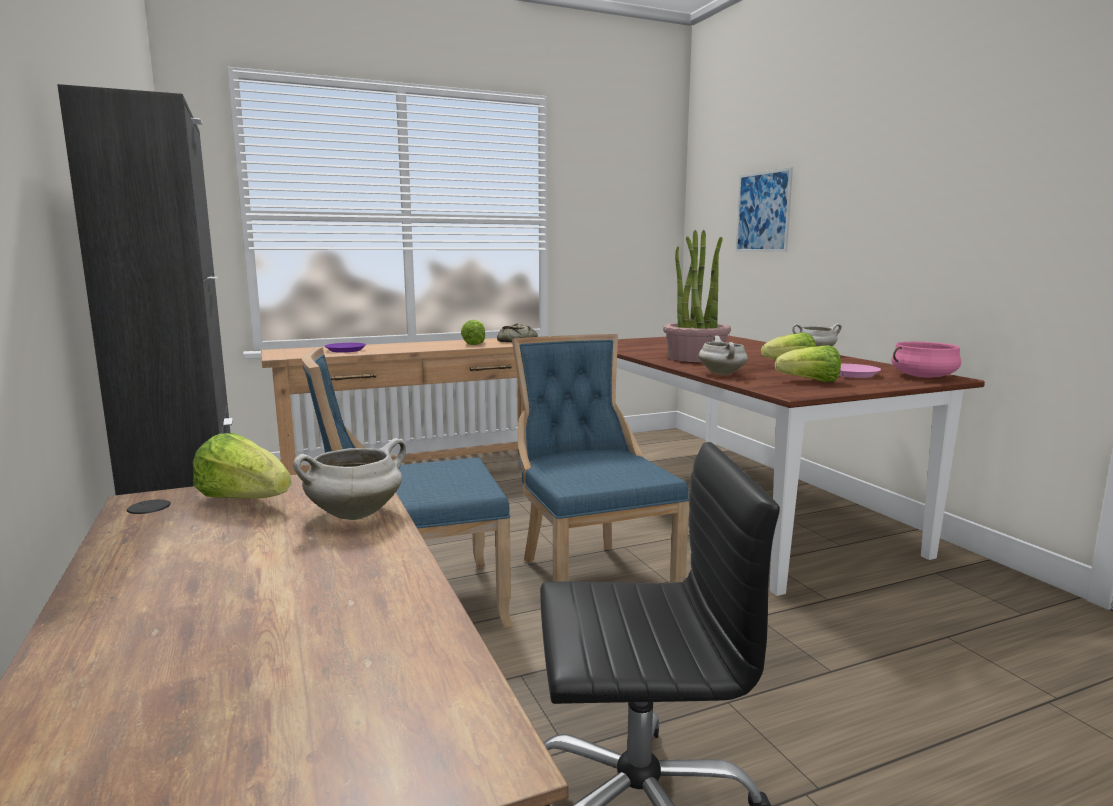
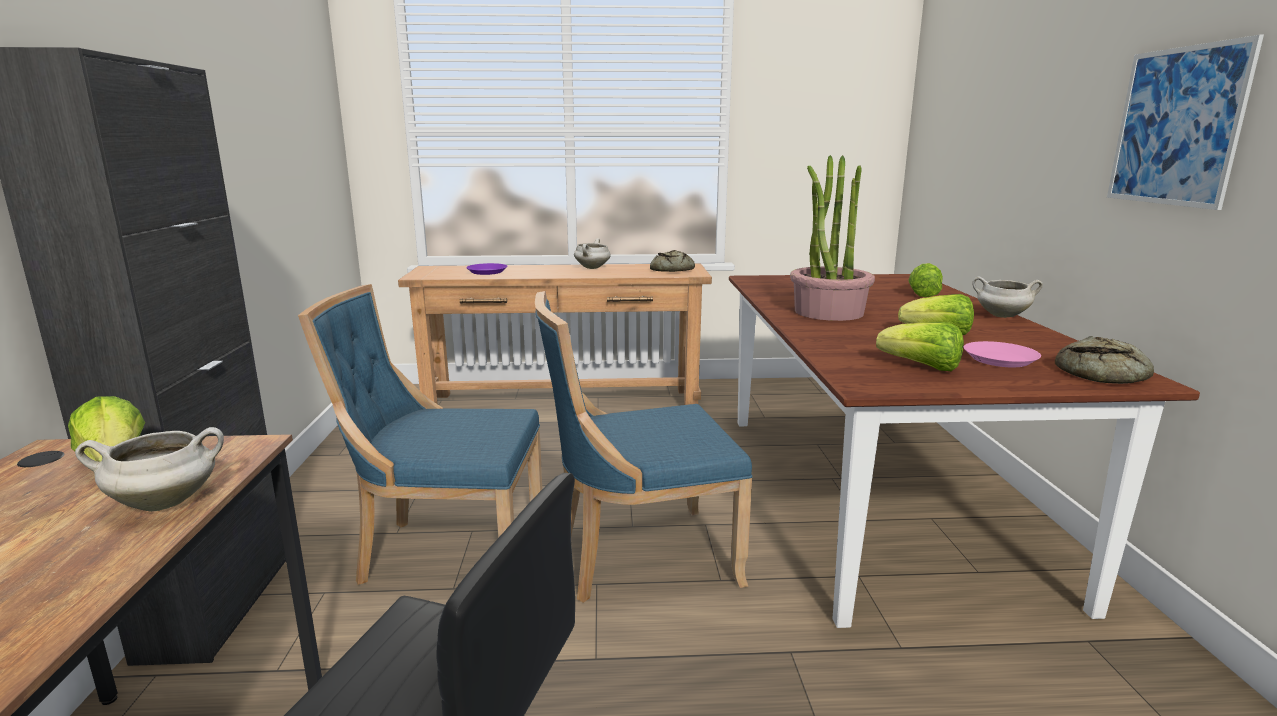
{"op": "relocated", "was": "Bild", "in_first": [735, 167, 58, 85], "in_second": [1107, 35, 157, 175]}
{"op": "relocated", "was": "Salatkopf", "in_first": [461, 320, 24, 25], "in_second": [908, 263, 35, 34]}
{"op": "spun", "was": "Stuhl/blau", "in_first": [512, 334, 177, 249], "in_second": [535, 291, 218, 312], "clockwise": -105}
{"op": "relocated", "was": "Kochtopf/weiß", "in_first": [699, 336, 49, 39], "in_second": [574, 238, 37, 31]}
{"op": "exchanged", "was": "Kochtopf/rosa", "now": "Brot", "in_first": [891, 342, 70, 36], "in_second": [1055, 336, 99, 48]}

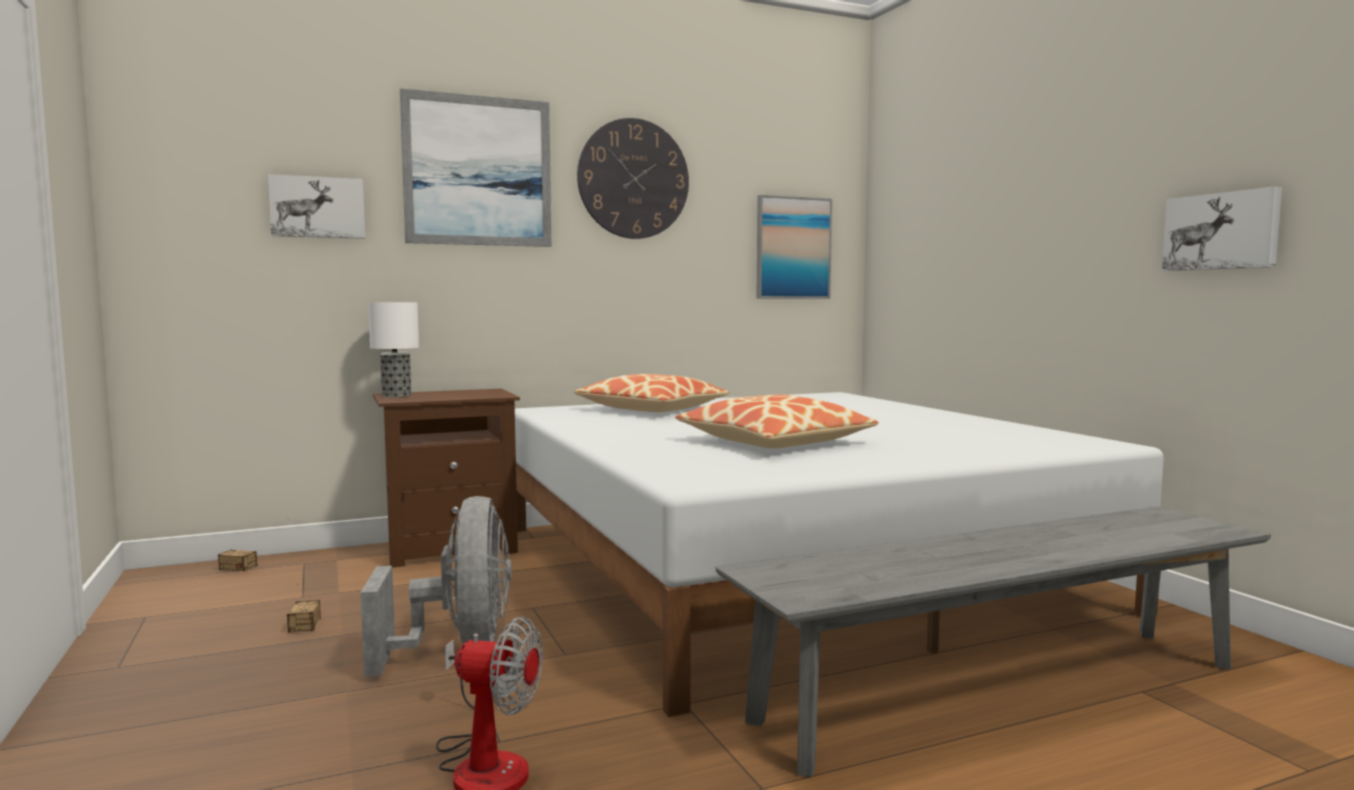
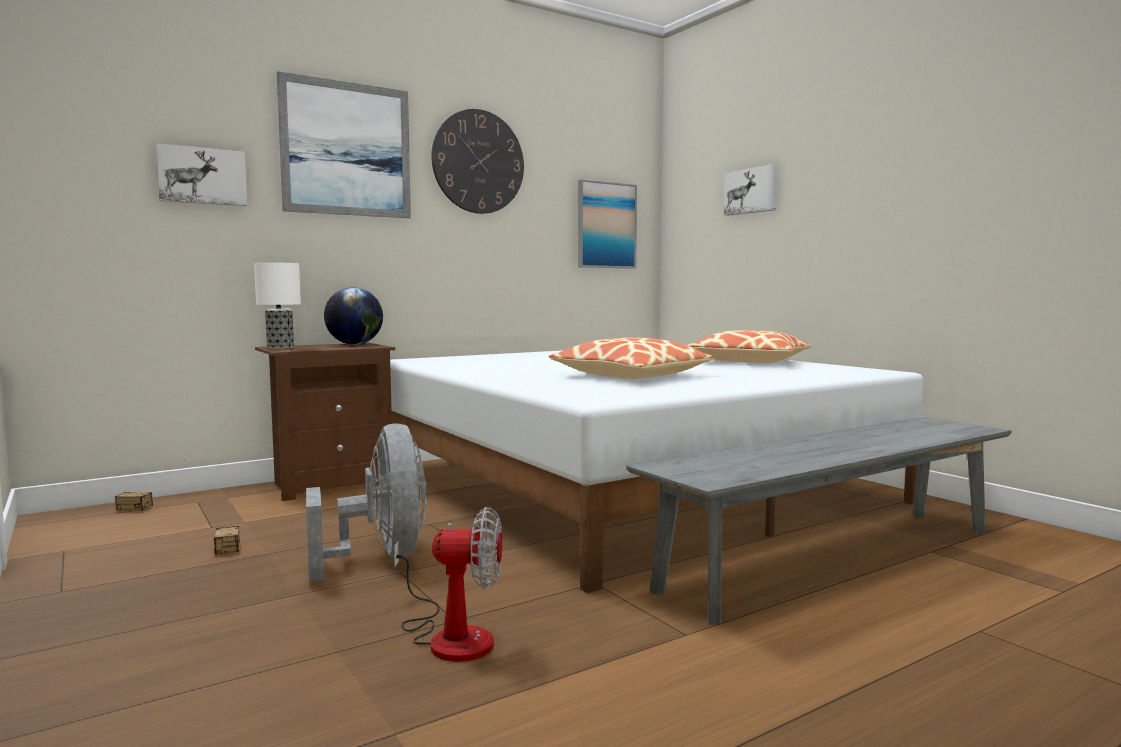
{"op": "relocated", "was": "Bild", "in_first": [1162, 186, 120, 85], "in_second": [724, 164, 54, 52]}
{"op": "relocated", "was": "Kissen", "in_first": [574, 374, 156, 38], "in_second": [687, 330, 125, 33]}
{"op": "appeared", "now": "Globus", "in_second": [324, 287, 59, 58]}

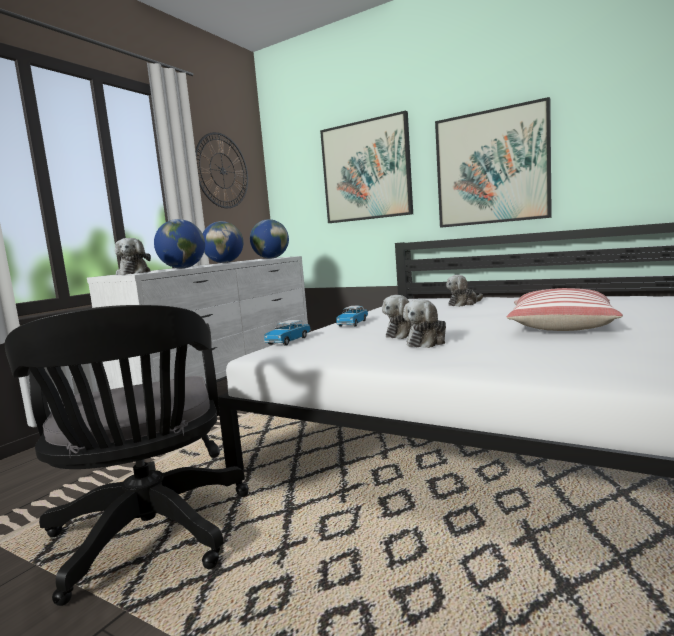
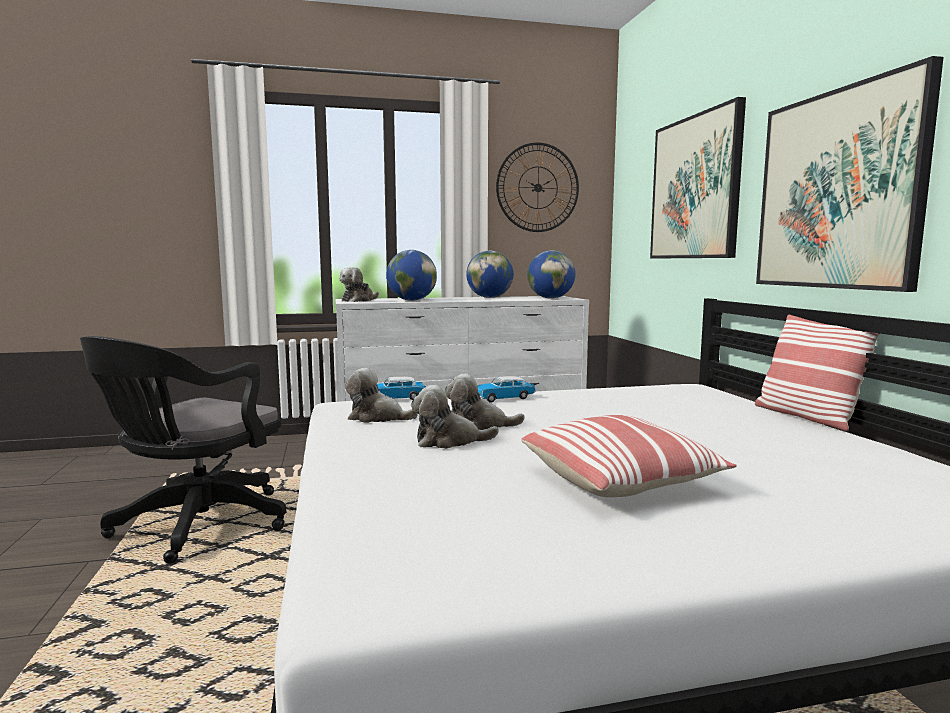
{"op": "relocated", "was": "Plüschtier", "in_first": [446, 275, 37, 32], "in_second": [346, 368, 72, 55]}
{"op": "appeared", "now": "Kissen", "in_second": [755, 314, 125, 117]}

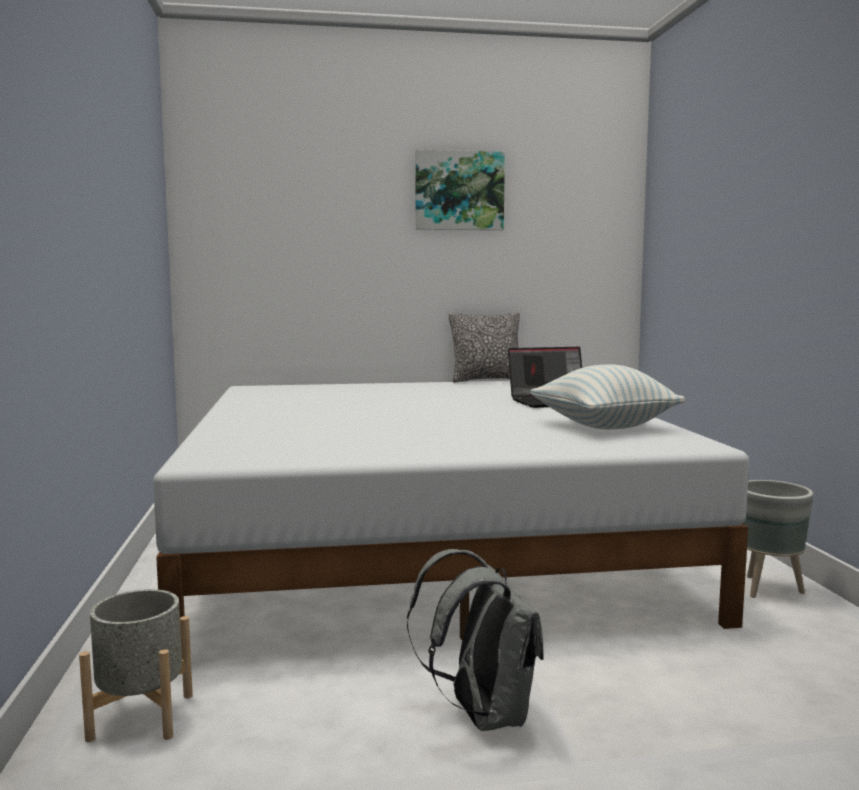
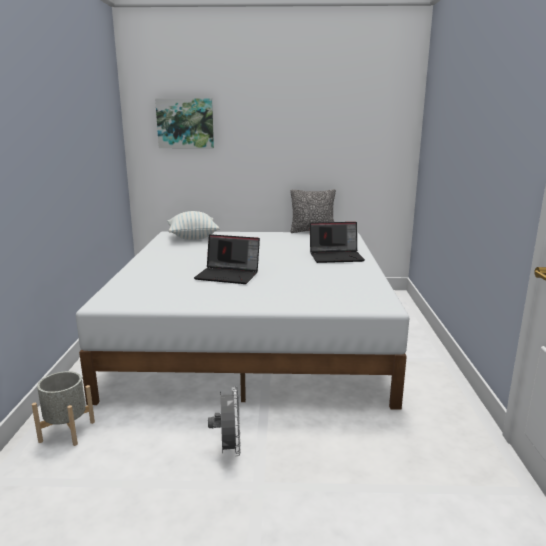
{"op": "relocated", "was": "Bild", "in_first": [415, 149, 90, 81], "in_second": [155, 98, 59, 50]}
{"op": "relocated", "was": "Kissen", "in_first": [530, 365, 155, 64], "in_second": [167, 211, 52, 29]}
{"op": "missing", "was": "Pflanzkübel/grau", "in_first": [742, 480, 71, 118]}
{"op": "exchanged", "was": "Rucksack/grau", "now": "Ventilator/grau", "in_first": [407, 549, 137, 182], "in_second": [208, 386, 33, 70]}
{"op": "appeared", "now": "Laptop", "in_second": [194, 234, 66, 50]}

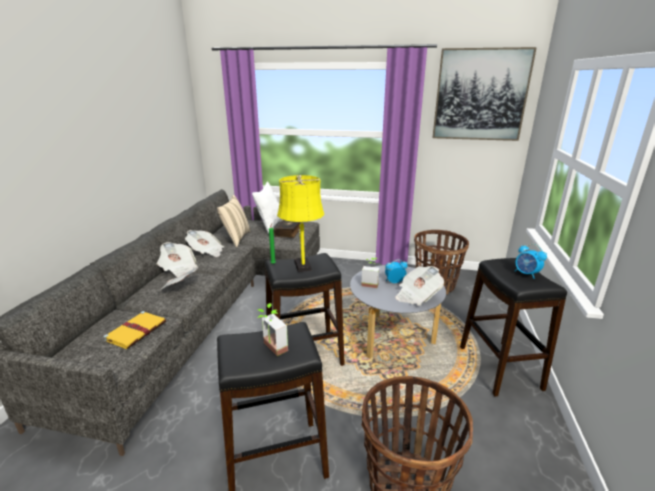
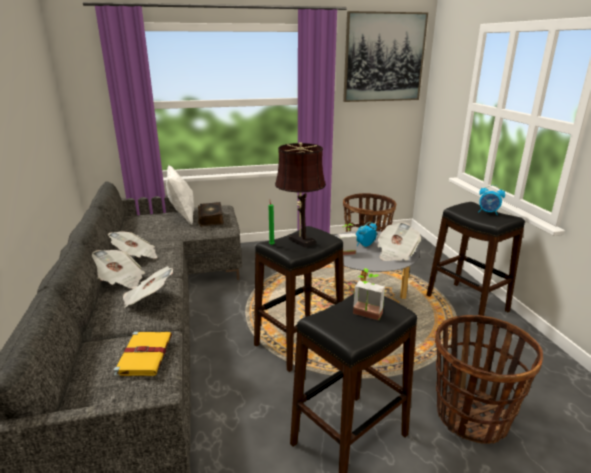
{"op": "colour", "was": "Tischlampe/gelb", "now": "Tischlampe/braun", "in_first": [277, 175, 47, 97], "in_second": [275, 142, 51, 106]}
{"op": "missing", "was": "Kissen/beige", "in_first": [217, 195, 33, 52]}

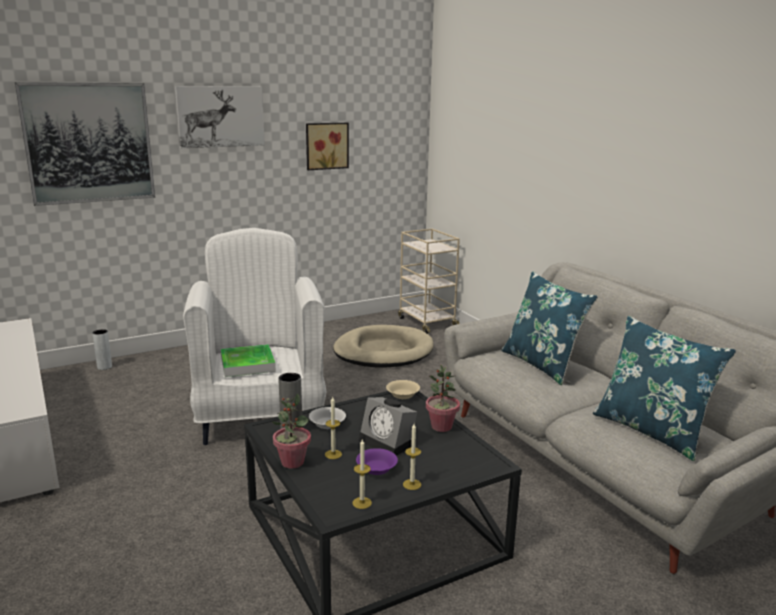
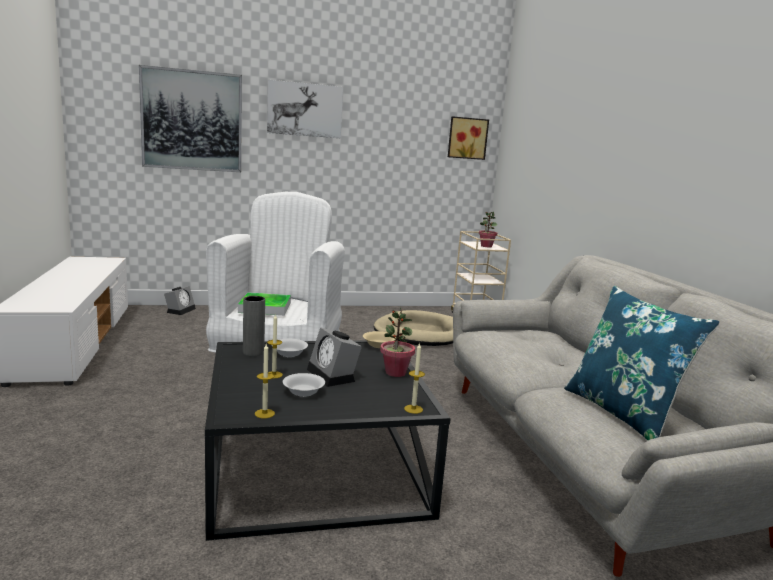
{"op": "relocated", "was": "Bild", "in_first": [306, 123, 43, 47], "in_second": [448, 116, 41, 44]}
{"op": "missing", "was": "Kissen/blau", "in_first": [501, 271, 97, 114]}
{"op": "exchanged", "was": "Vase/grau", "now": "Wecker", "in_first": [92, 329, 20, 41], "in_second": [164, 286, 32, 29]}
{"op": "relocated", "was": "Topfpflanze", "in_first": [272, 394, 39, 75], "in_second": [479, 212, 19, 35]}
{"op": "relocated", "was": "Kerze", "in_first": [403, 424, 18, 66], "in_second": [404, 343, 21, 71]}
{"op": "colour", "was": "Schüssel/lila", "now": "Schüssel/weiß", "in_first": [356, 448, 42, 27], "in_second": [283, 373, 42, 24]}

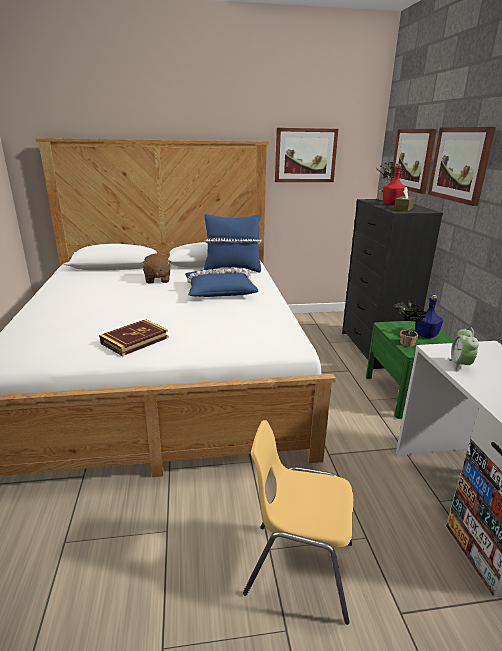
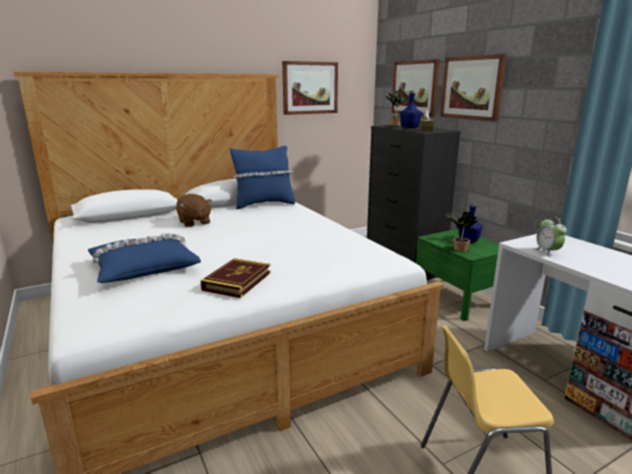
{"op": "colour", "was": "Flasche/rot", "now": "Flasche/blau", "in_first": [383, 164, 23, 41], "in_second": [400, 90, 22, 38]}
{"op": "relocated", "was": "Kissen/blau", "in_first": [185, 268, 73, 29], "in_second": [88, 233, 113, 50]}

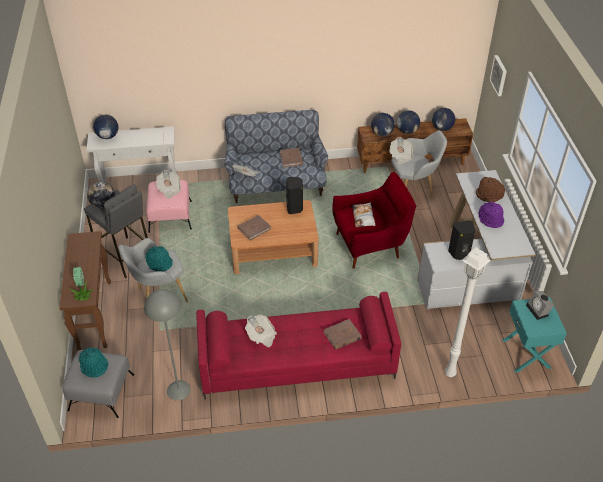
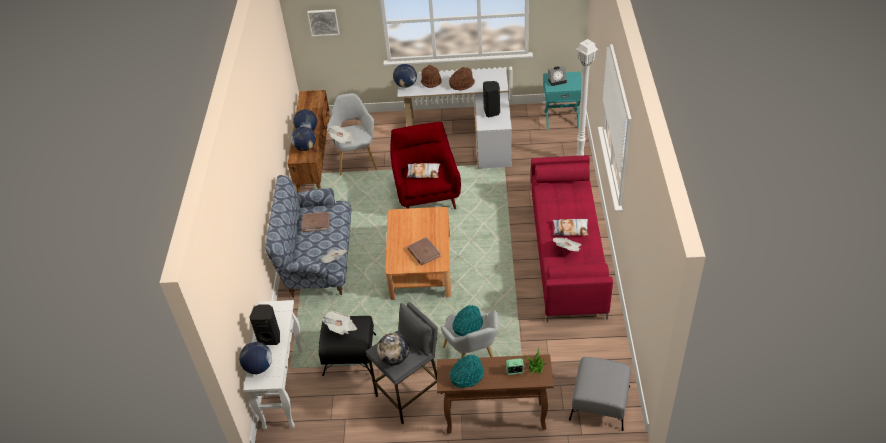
{"op": "relocated", "was": "Globus", "in_first": [432, 108, 23, 23], "in_second": [393, 64, 24, 24]}
{"op": "relocated", "was": "Lautsprecher/schwarz", "in_first": [286, 177, 17, 37], "in_second": [249, 304, 31, 41]}
{"op": "colour", "was": "Polsterhocker/rosa", "now": "Polsterhocker/schwarz", "in_first": [146, 180, 46, 53], "in_second": [318, 316, 58, 60]}
{"op": "colour", "was": "Hut/lila", "now": "Hut/braun", "in_first": [479, 202, 25, 26], "in_second": [449, 67, 26, 23]}
{"op": "missing", "was": "Stehlampe/grau", "in_first": [144, 289, 47, 111]}
{"op": "missing", "was": "Buch/braun", "in_first": [324, 319, 38, 30]}
{"op": "relocated", "was": "Hut/türkis", "in_first": [79, 347, 29, 30], "in_second": [450, 355, 34, 33]}
{"op": "appeared", "now": "Kissen", "in_second": [553, 219, 36, 17]}

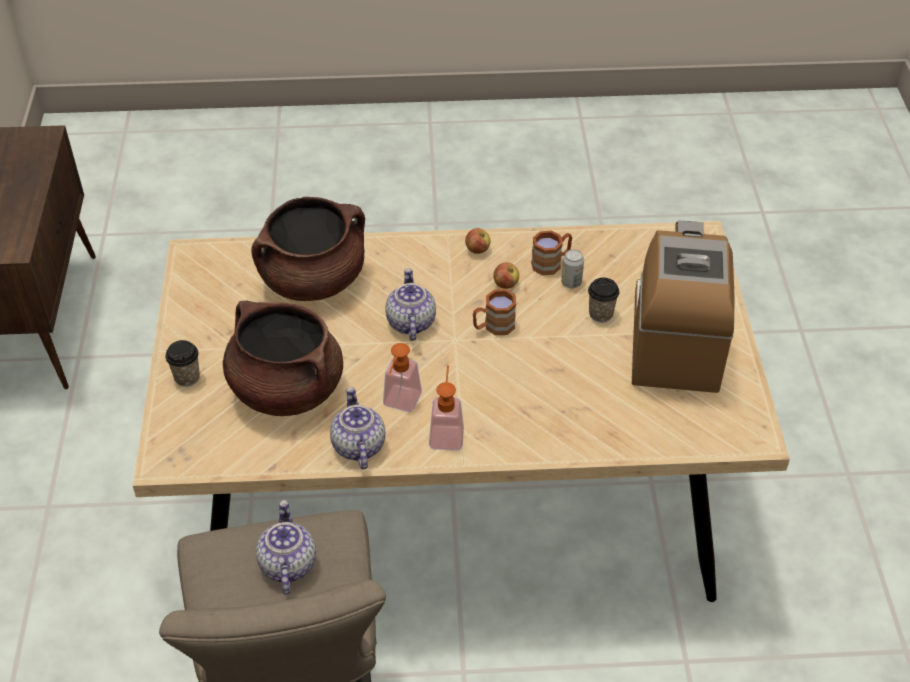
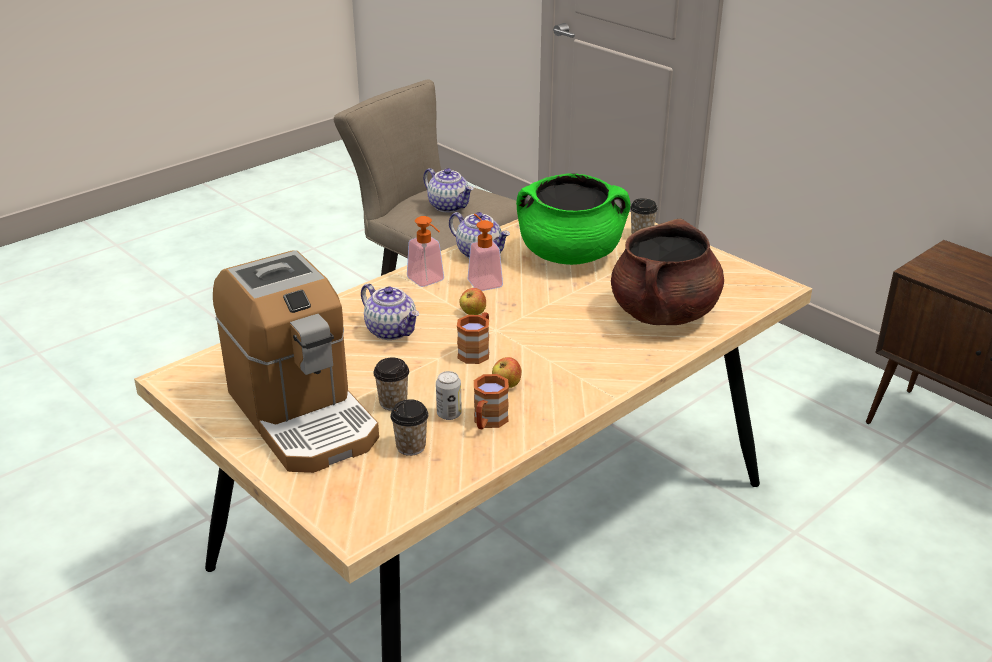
{"op": "relocated", "was": "Apfel", "in_first": [465, 228, 25, 26], "in_second": [459, 288, 27, 27]}
{"op": "relocated", "was": "Teekanne", "in_first": [385, 268, 51, 73], "in_second": [361, 283, 58, 57]}
{"op": "colour", "was": "Kochtopf/braun", "now": "Kochtopf/grün", "in_first": [223, 301, 120, 115], "in_second": [516, 173, 114, 92]}
{"op": "appeared", "now": "Tasse", "in_second": [390, 399, 39, 57]}

